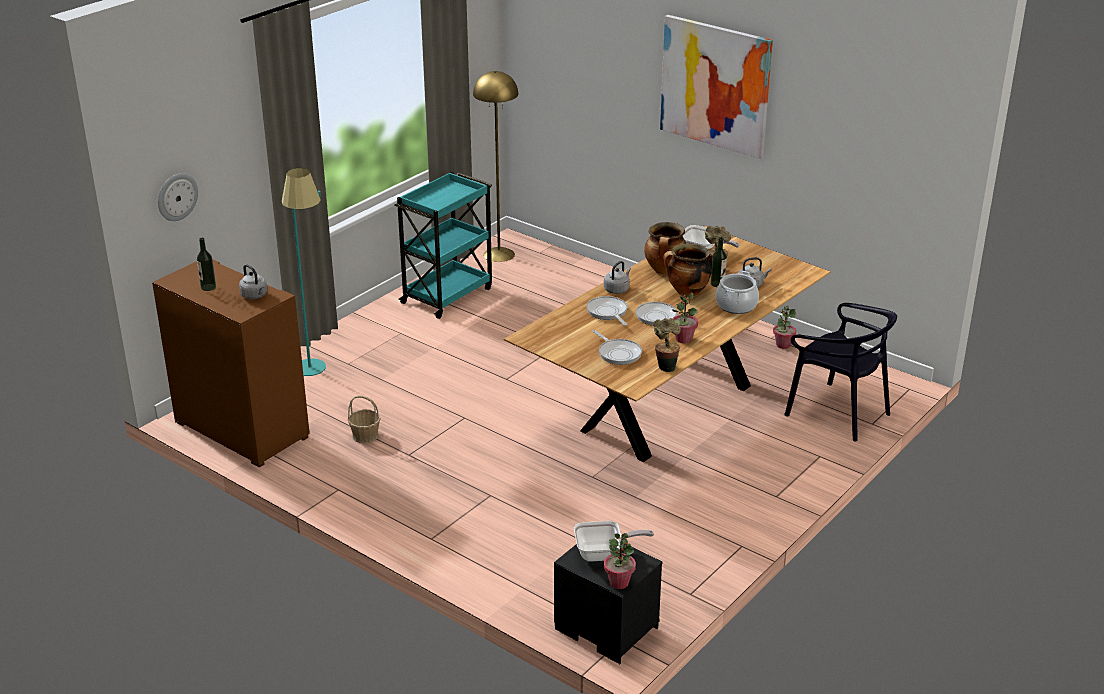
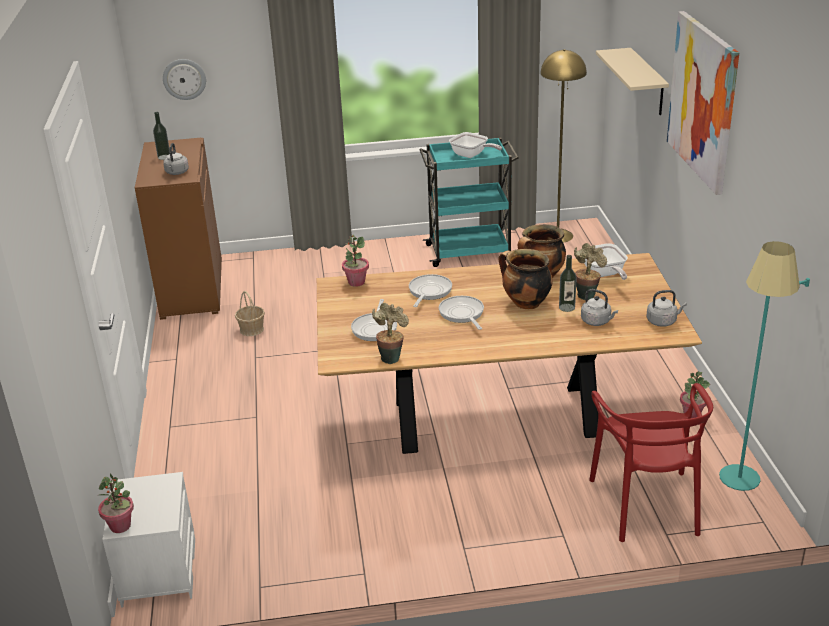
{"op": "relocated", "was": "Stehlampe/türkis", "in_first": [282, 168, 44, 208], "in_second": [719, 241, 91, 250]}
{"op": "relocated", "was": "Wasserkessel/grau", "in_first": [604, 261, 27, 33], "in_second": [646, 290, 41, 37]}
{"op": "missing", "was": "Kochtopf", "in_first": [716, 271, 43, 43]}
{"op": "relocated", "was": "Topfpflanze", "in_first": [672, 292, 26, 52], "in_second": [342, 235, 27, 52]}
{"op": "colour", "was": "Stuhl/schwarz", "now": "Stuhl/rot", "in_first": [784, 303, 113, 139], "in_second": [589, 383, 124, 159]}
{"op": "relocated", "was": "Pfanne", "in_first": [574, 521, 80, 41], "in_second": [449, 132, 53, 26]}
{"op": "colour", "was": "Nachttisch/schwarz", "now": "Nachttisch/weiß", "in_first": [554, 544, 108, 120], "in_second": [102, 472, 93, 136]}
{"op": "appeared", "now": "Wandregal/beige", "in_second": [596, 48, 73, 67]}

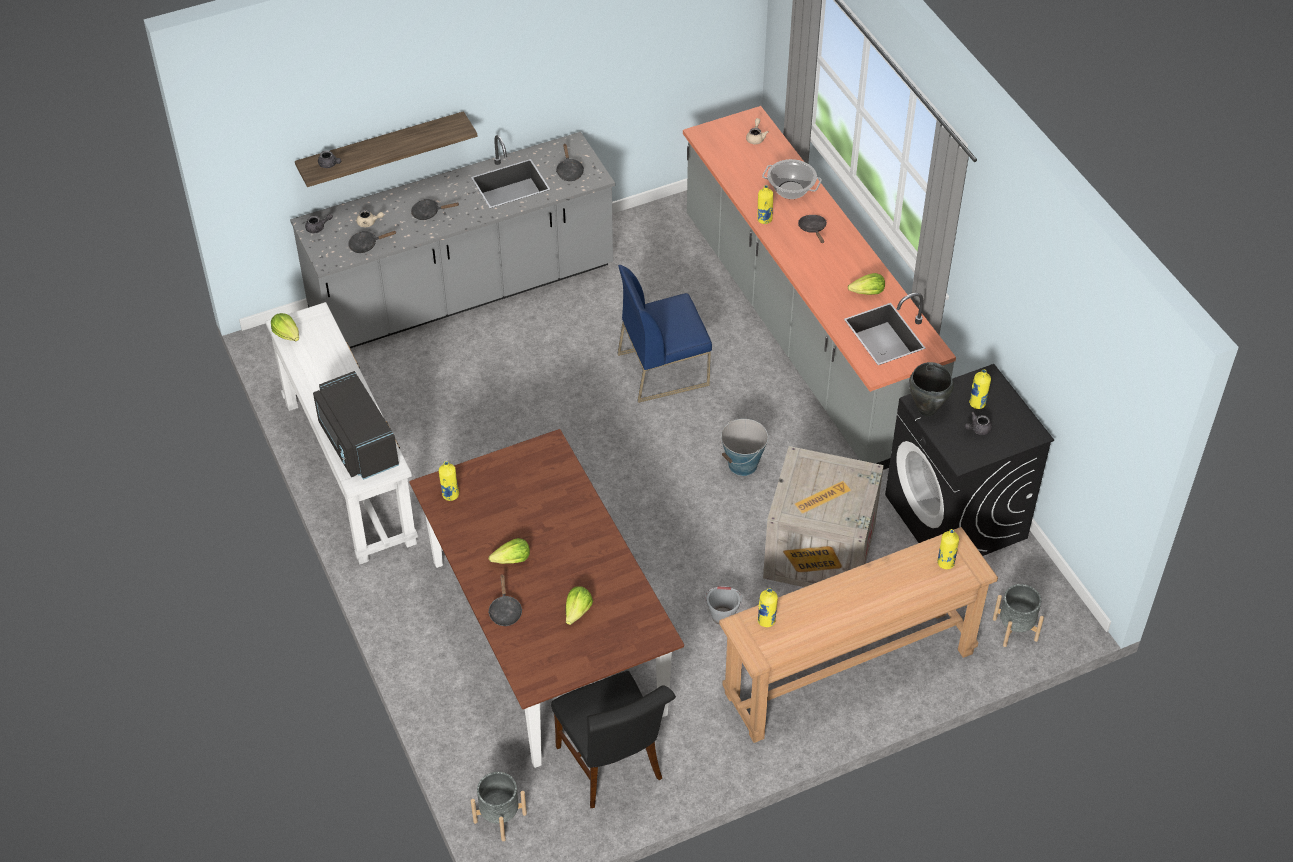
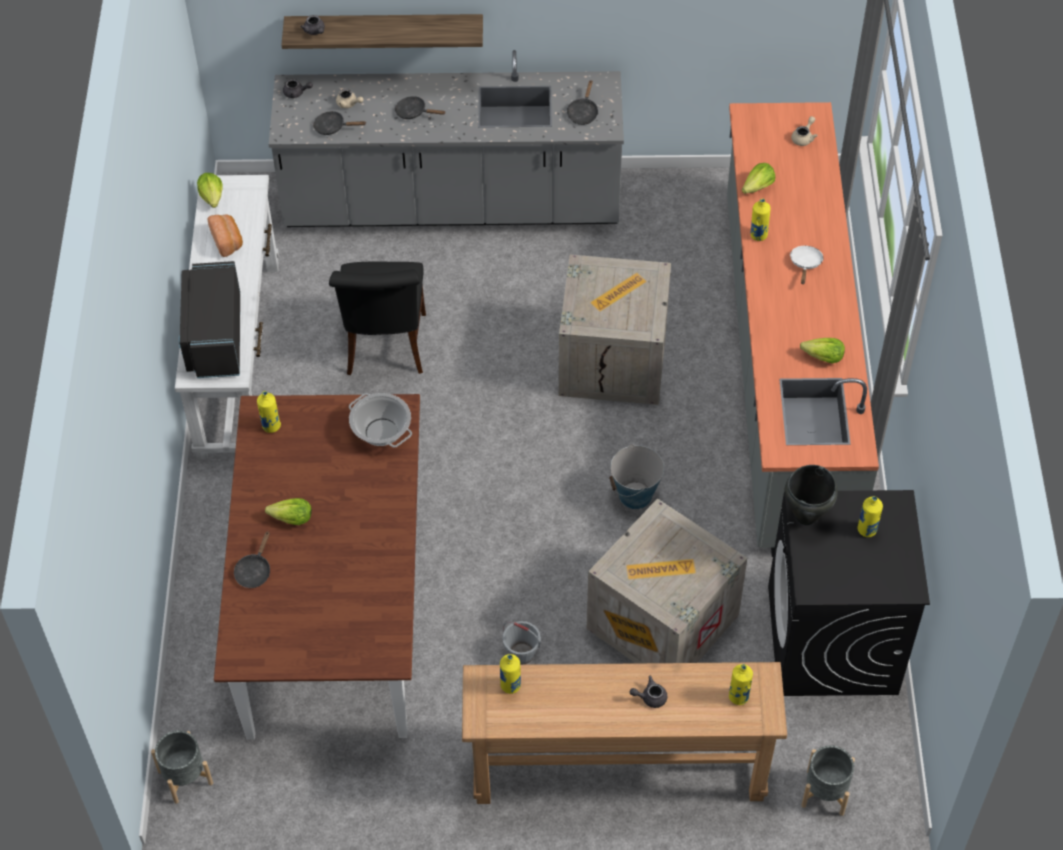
{"op": "relocated", "was": "Kochtopf", "in_first": [762, 159, 60, 40], "in_second": [349, 393, 63, 55]}
{"op": "colour", "was": "Pfanne/schwarz", "now": "Pfanne/weiß", "in_first": [798, 215, 29, 28], "in_second": [790, 246, 34, 38]}
{"op": "exchanged", "was": "Stuhl/blau", "now": "Kiste", "in_first": [618, 265, 94, 138], "in_second": [559, 255, 112, 150]}
{"op": "relocated", "was": "Teekanne/grau", "in_first": [965, 412, 27, 23], "in_second": [630, 676, 37, 32]}
{"op": "relocated", "was": "Salatkopf", "in_first": [566, 586, 27, 39], "in_second": [742, 163, 33, 31]}
{"op": "relocated", "was": "Stuhl/schwarz", "in_first": [551, 671, 125, 137], "in_second": [329, 261, 97, 114]}
{"op": "appeared", "now": "Brot", "in_second": [208, 214, 35, 43]}

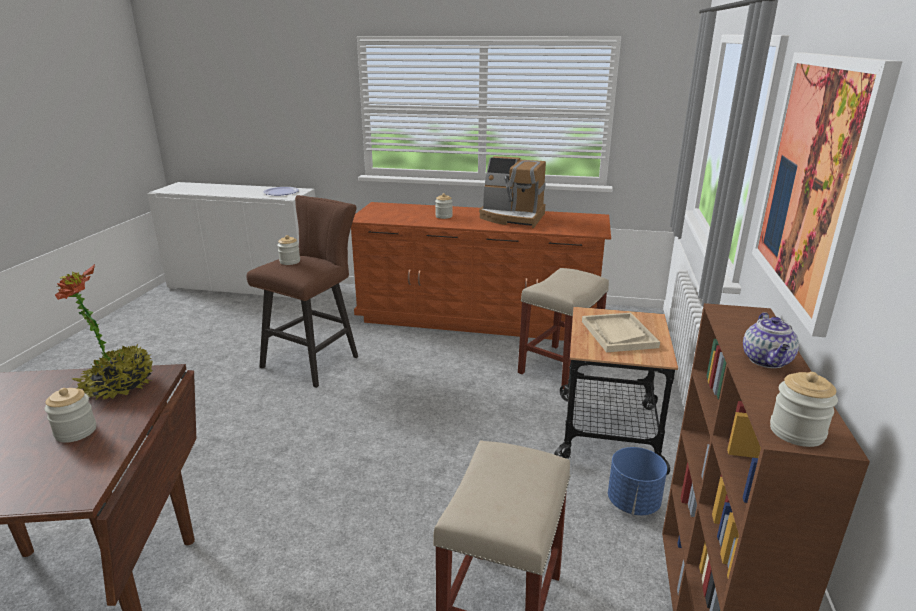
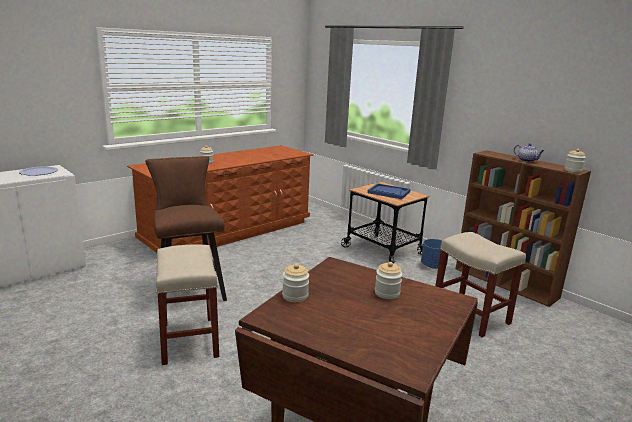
{"op": "missing", "was": "Bild", "in_first": [752, 52, 151, 285]}
{"op": "missing", "was": "Kaffeemaschine", "in_first": [479, 156, 67, 72]}
{"op": "relocated", "was": "Vorratsglas", "in_first": [277, 235, 23, 30], "in_second": [282, 264, 27, 38]}
{"op": "missing", "was": "Topfpflanze", "in_first": [55, 264, 98, 135]}
{"op": "relocated", "was": "Hocker/beige", "in_first": [518, 268, 91, 122], "in_second": [156, 244, 63, 121]}
{"op": "colour", "was": "Tablett/beige", "now": "Tablett/blau", "in_first": [582, 313, 78, 39], "in_second": [367, 183, 44, 16]}

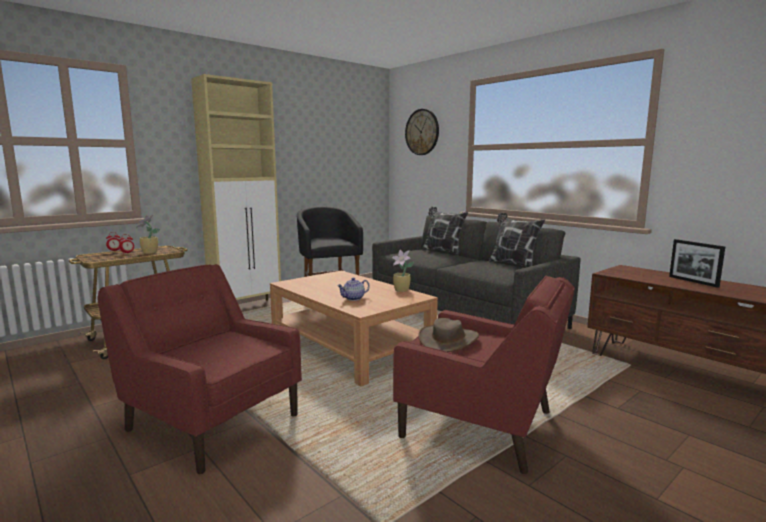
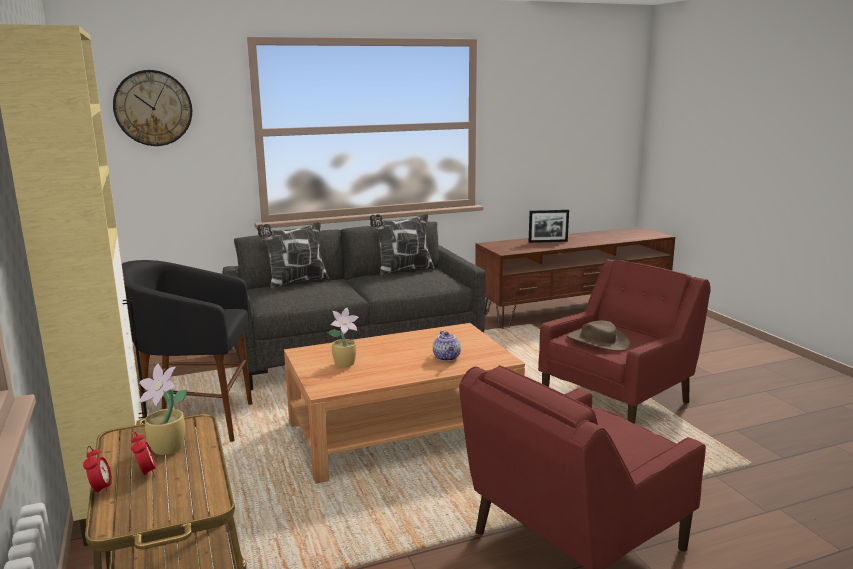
{"op": "relocated", "was": "Topfpflanze", "in_first": [392, 250, 22, 42], "in_second": [327, 308, 32, 60]}

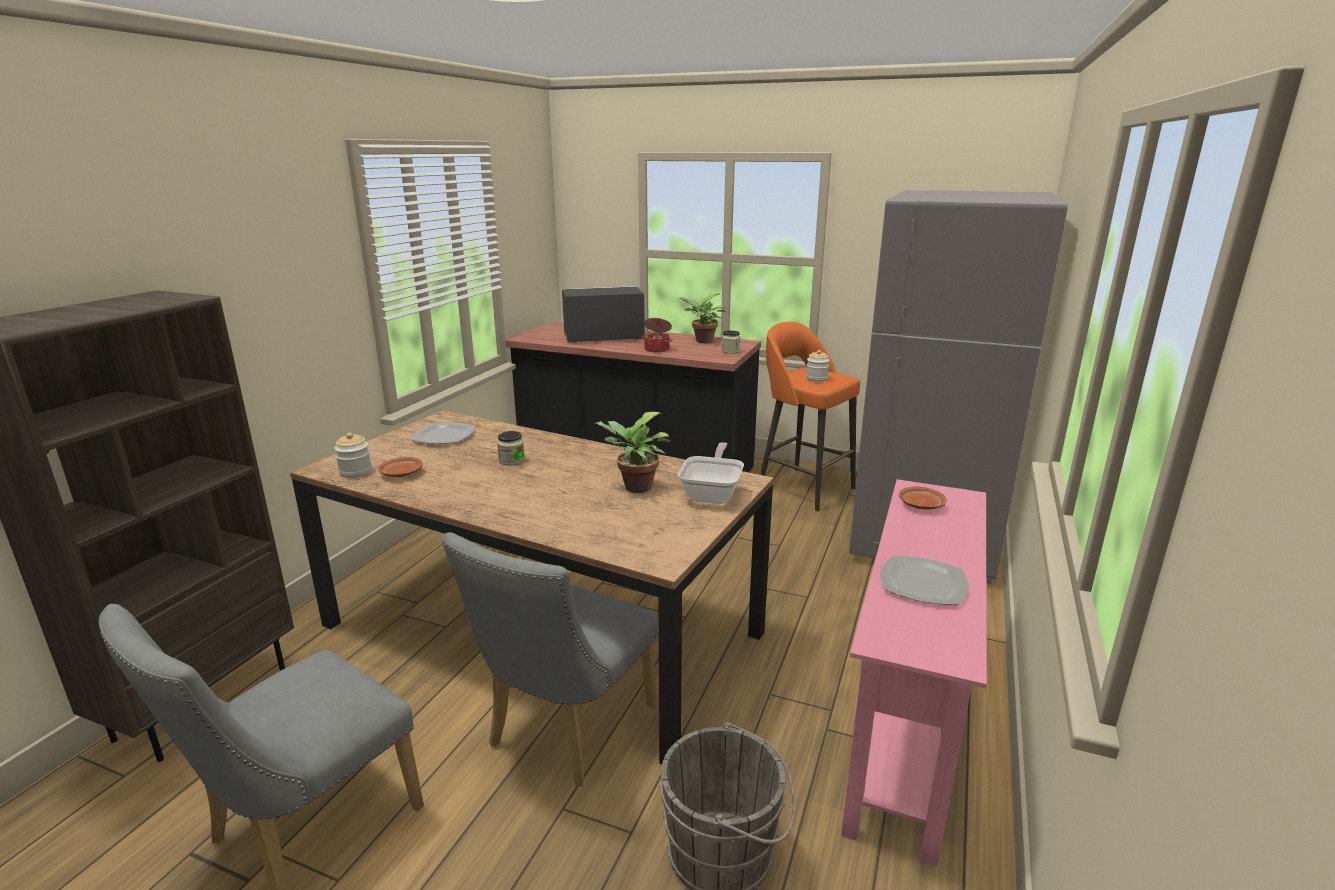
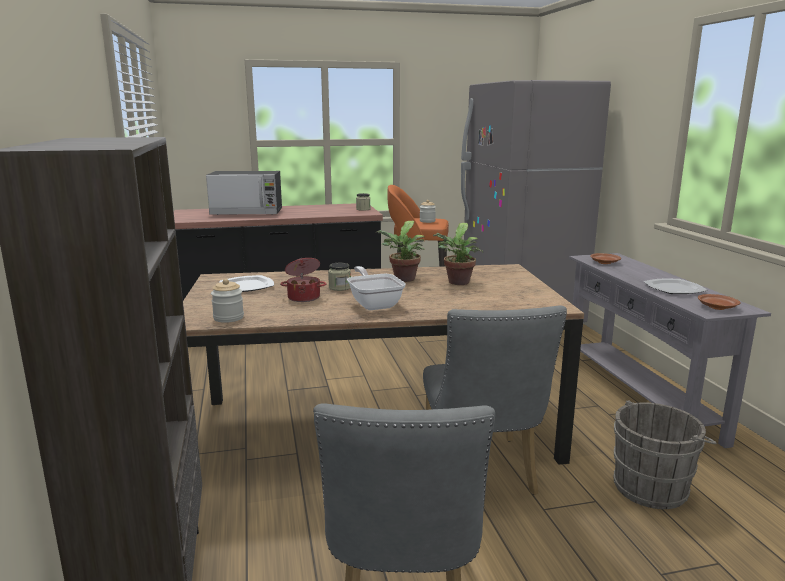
{"op": "spun", "was": "Mikrowelle", "in_first": [562, 286, 83, 57], "in_second": [206, 171, 76, 44], "clockwise": -135}
{"op": "relocated", "was": "Topfpflanze", "in_first": [679, 293, 46, 50], "in_second": [377, 221, 48, 61]}
{"op": "relocated", "was": "Kochtopf", "in_first": [642, 318, 31, 34], "in_second": [280, 258, 47, 44]}
{"op": "relocated", "was": "Pfanne", "in_first": [678, 442, 66, 62], "in_second": [347, 266, 59, 44]}
{"op": "relocated", "was": "Teller/braun", "in_first": [378, 457, 45, 20], "in_second": [698, 294, 42, 16]}
{"op": "colour", "was": "Konsolentisch/rosa", "now": "Konsolentisch/grau", "in_first": [841, 479, 146, 387], "in_second": [569, 253, 202, 195]}

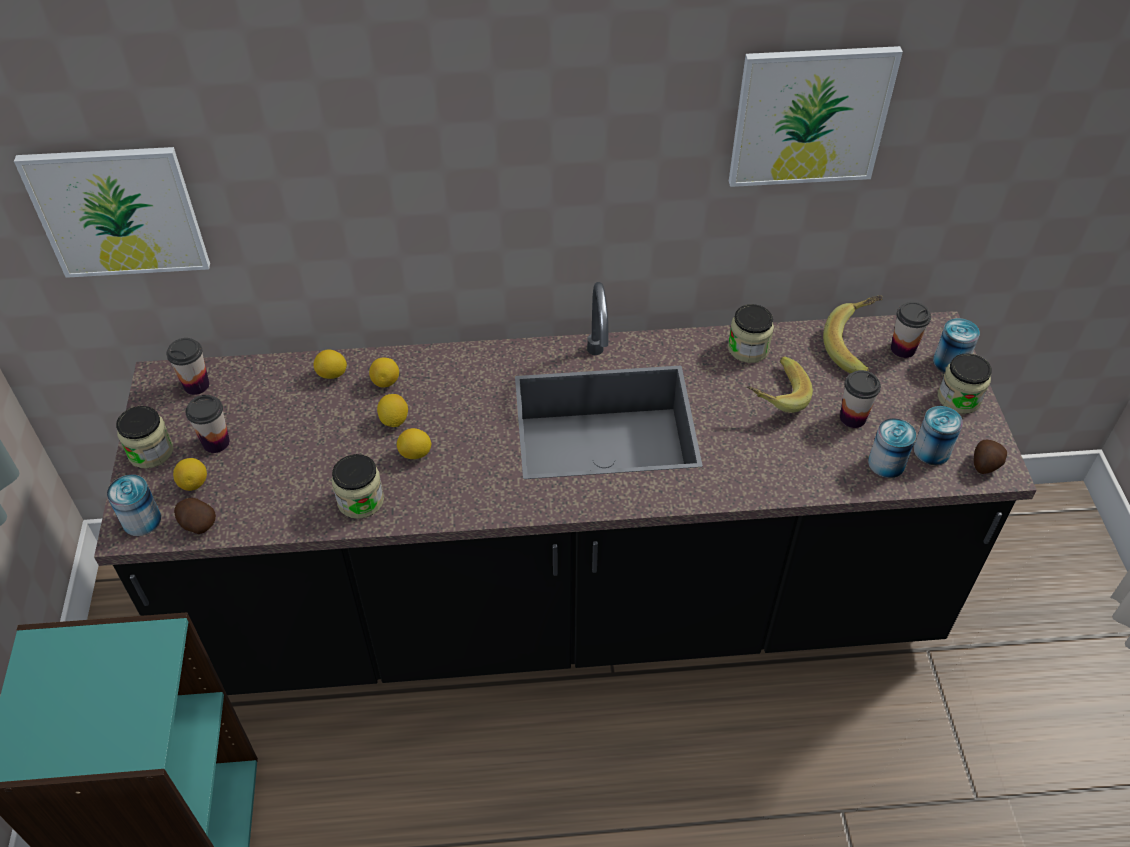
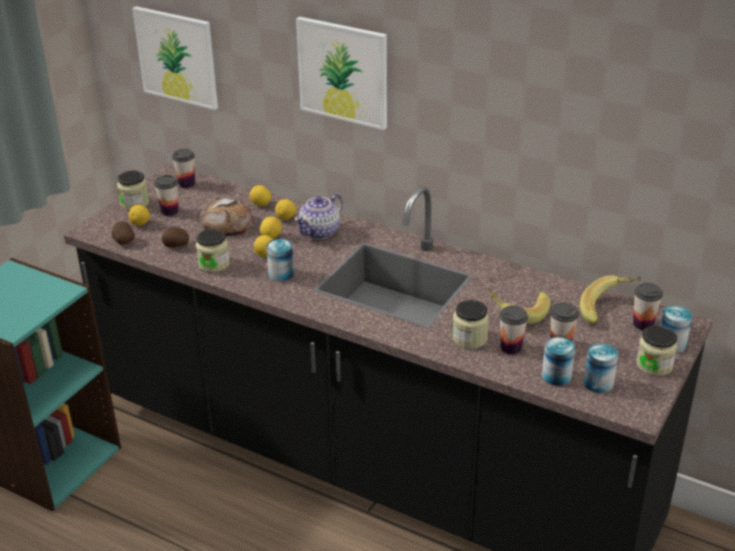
{"op": "relocated", "was": "Bild", "in_first": [729, 46, 174, 141], "in_second": [296, 17, 91, 113]}
{"op": "relocated", "was": "Vorratsglas", "in_first": [728, 304, 46, 59], "in_second": [452, 300, 37, 49]}
{"op": "relocated", "was": "Kartoffel", "in_first": [974, 439, 33, 35], "in_second": [162, 227, 27, 20]}
{"op": "relocated", "was": "Dose", "in_first": [107, 475, 54, 61], "in_second": [266, 239, 28, 43]}
{"op": "appeared", "now": "Teekanne", "in_second": [294, 193, 49, 46]}
{"op": "appeared", "now": "Brot", "in_second": [200, 196, 53, 40]}
{"op": "appeared", "now": "Tasse", "in_second": [499, 305, 29, 49]}

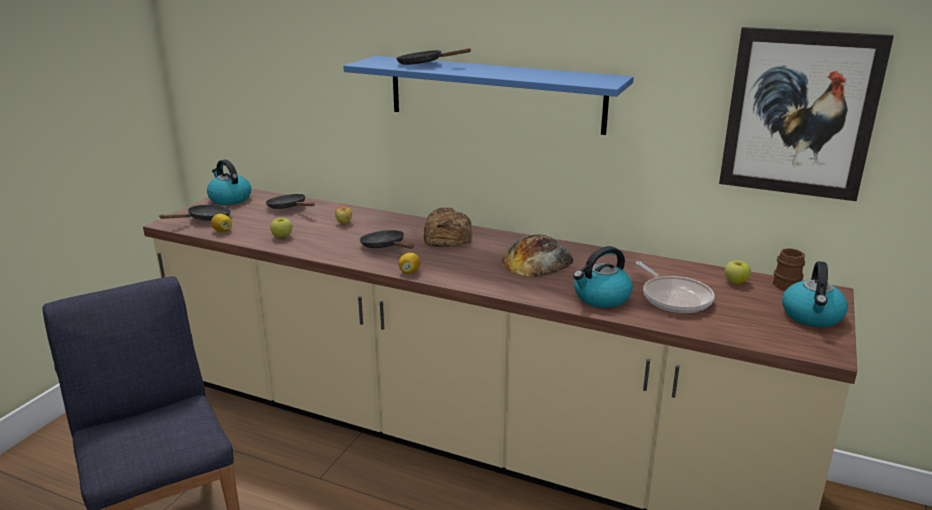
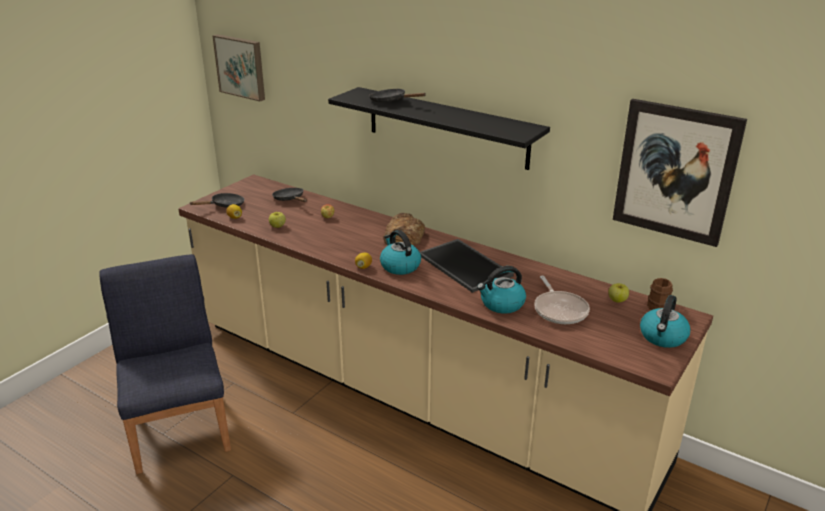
{"op": "colour", "was": "Wandregal/blau", "now": "Wandregal/schwarz", "in_first": [343, 56, 291, 79], "in_second": [328, 87, 222, 83]}
{"op": "relocated", "was": "Wasserkessel", "in_first": [207, 159, 44, 46], "in_second": [380, 230, 41, 45]}
{"op": "missing", "was": "Pfanne/schwarz", "in_first": [360, 230, 54, 19]}
{"op": "exchanged", "was": "Brot", "now": "Tablett", "in_first": [501, 234, 73, 43], "in_second": [420, 239, 94, 54]}
{"op": "appeared", "now": "Bild", "in_second": [213, 34, 52, 67]}

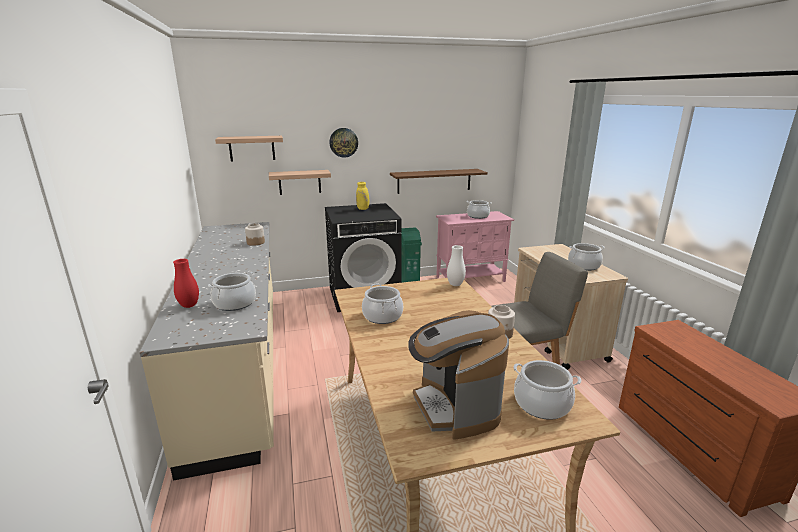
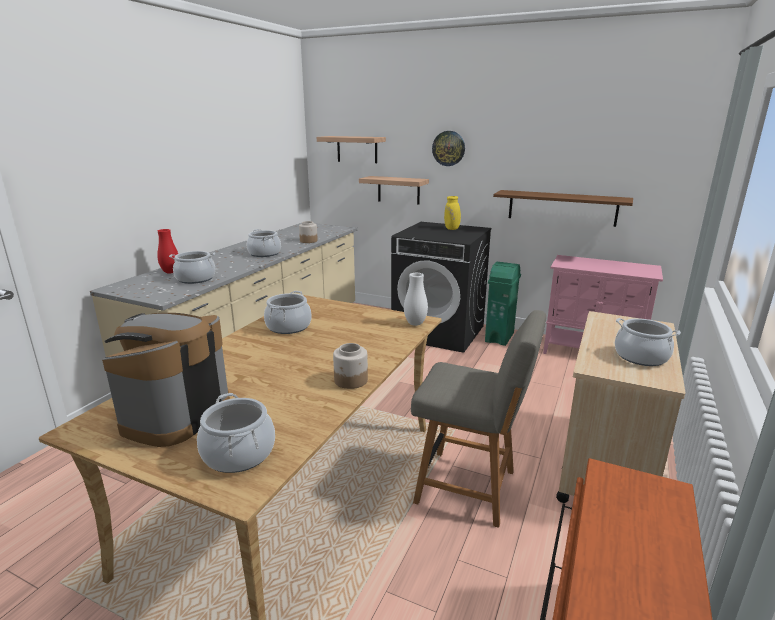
{"op": "relocated", "was": "Kochtopf", "in_first": [466, 200, 26, 19], "in_second": [247, 229, 34, 28]}

